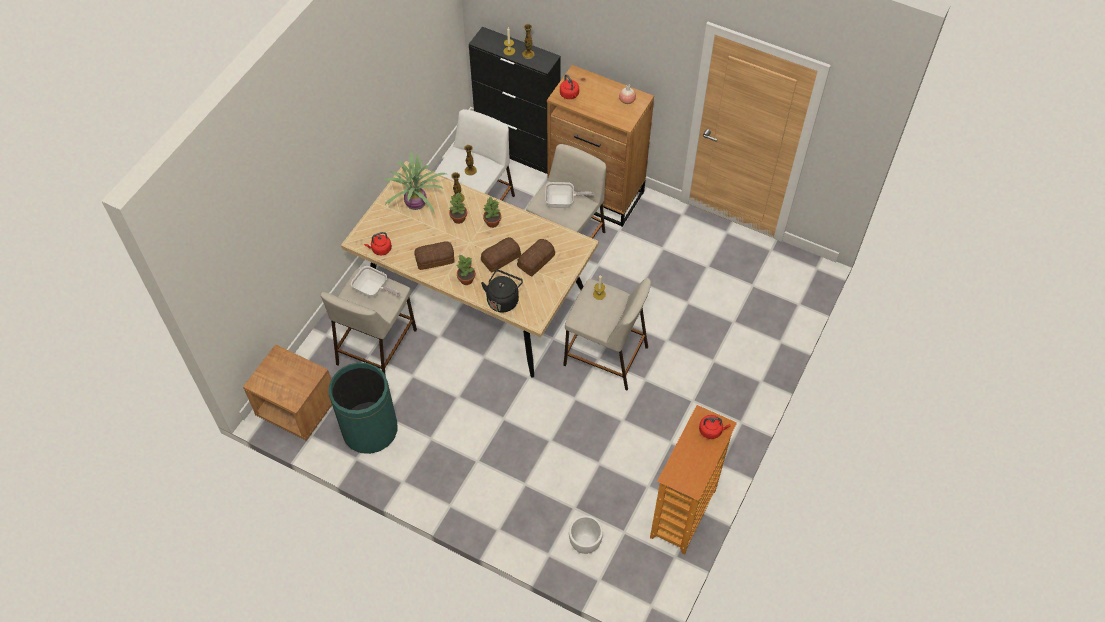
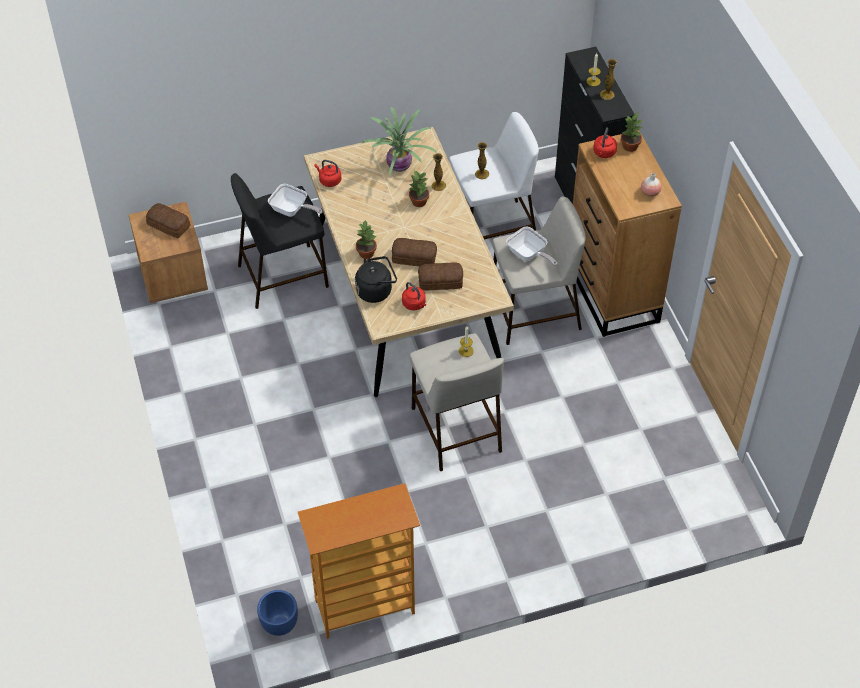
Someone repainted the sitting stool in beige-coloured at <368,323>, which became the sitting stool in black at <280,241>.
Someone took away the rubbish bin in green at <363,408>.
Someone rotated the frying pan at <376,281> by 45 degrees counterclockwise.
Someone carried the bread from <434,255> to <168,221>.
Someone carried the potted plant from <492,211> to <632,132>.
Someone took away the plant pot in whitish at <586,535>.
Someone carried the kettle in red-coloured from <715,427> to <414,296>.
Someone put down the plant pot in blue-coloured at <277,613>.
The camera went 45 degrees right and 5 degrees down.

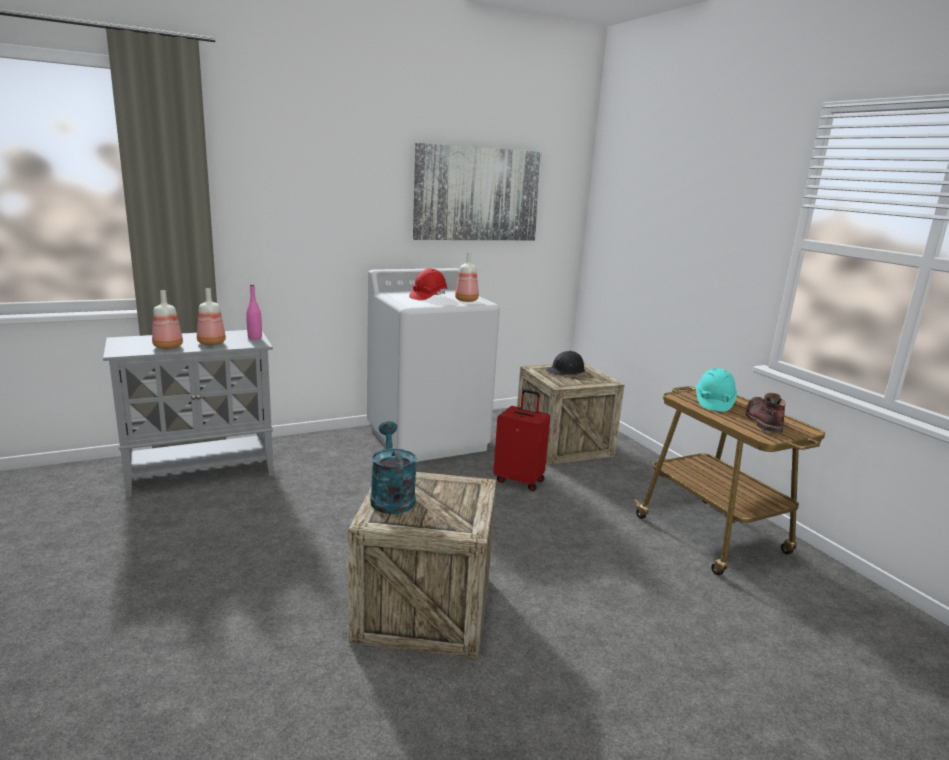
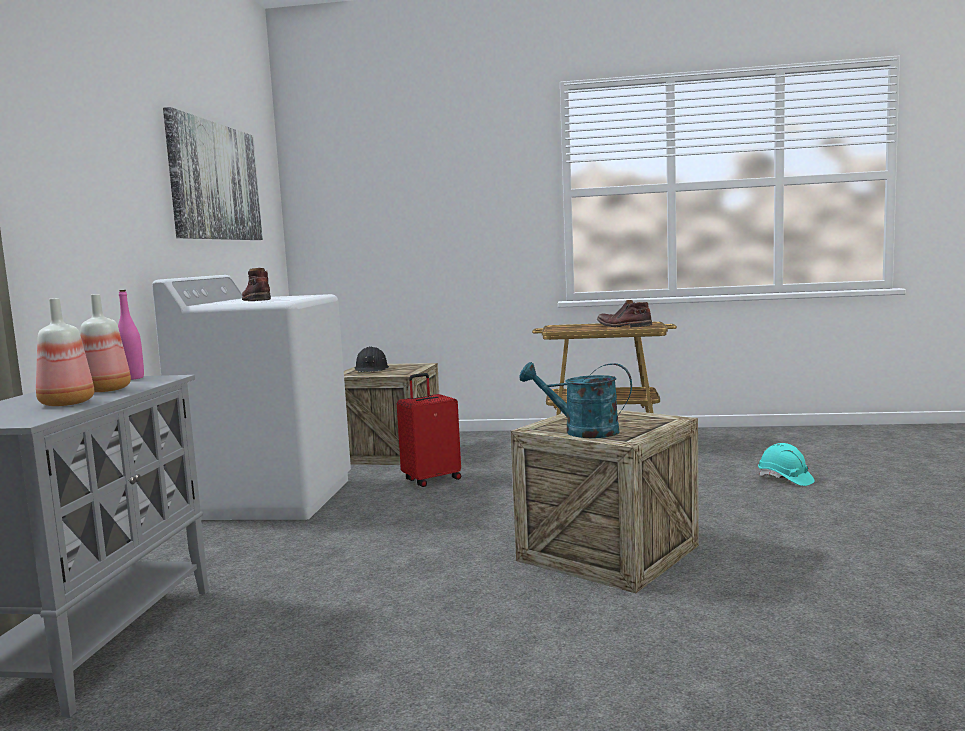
Someone swapped the work helmet in red-coloured at <428,284> for the high-top boot in brown-coloured at <256,284>.
Someone took away the drink bottle at <467,277>.
Someone carried the work helmet in turquoise from <716,390> to <786,464>.
The camera went 55 degrees left and 10 degrees down.

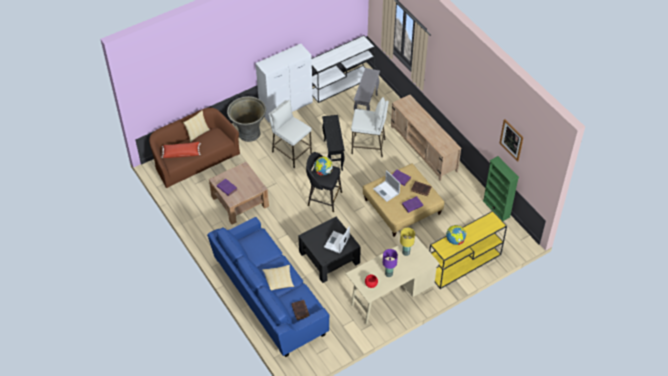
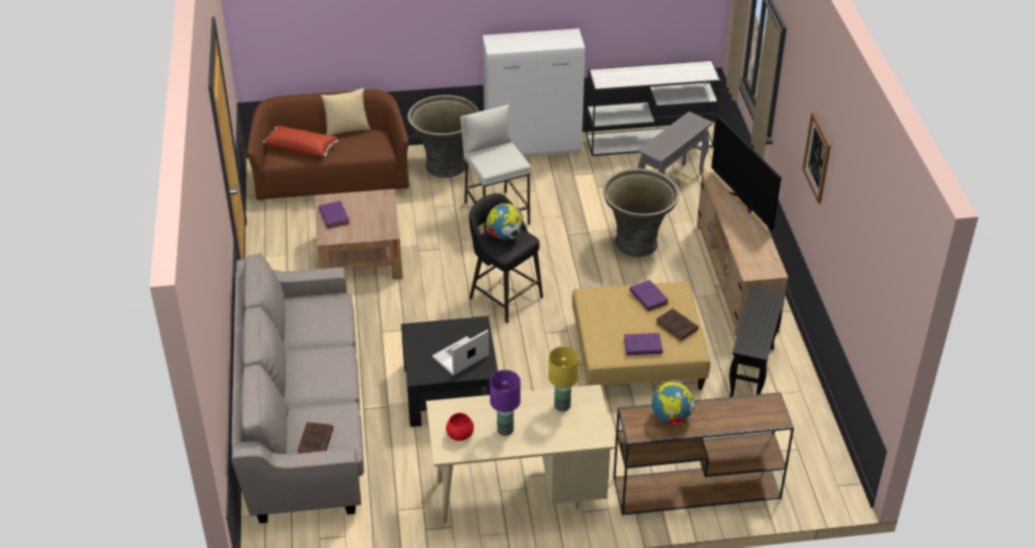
Someone repainted the settee in blue-coloured at <268,287>, which became the settee in greyish at <297,388>.
Someone took away the cushion at <278,277>.
Someone carried the side table in black from <333,143> to <757,342>.
Someone swapped the sitting stool in whitish at <370,127> for the plant pot in greyish at <641,212>.
Someone took away the laptop at <386,186>.
Someone repainted the console table in yellowish at <468,250>, which became the console table in brown-coloured at <703,453>.
Someone took away the shelving unit in green at <501,188>.
Someone carried the wall picture from <511,140> to <816,158>.
Someone put down the TV set at <746,173>.
The camera went 25 degrees right and 10 degrees down.

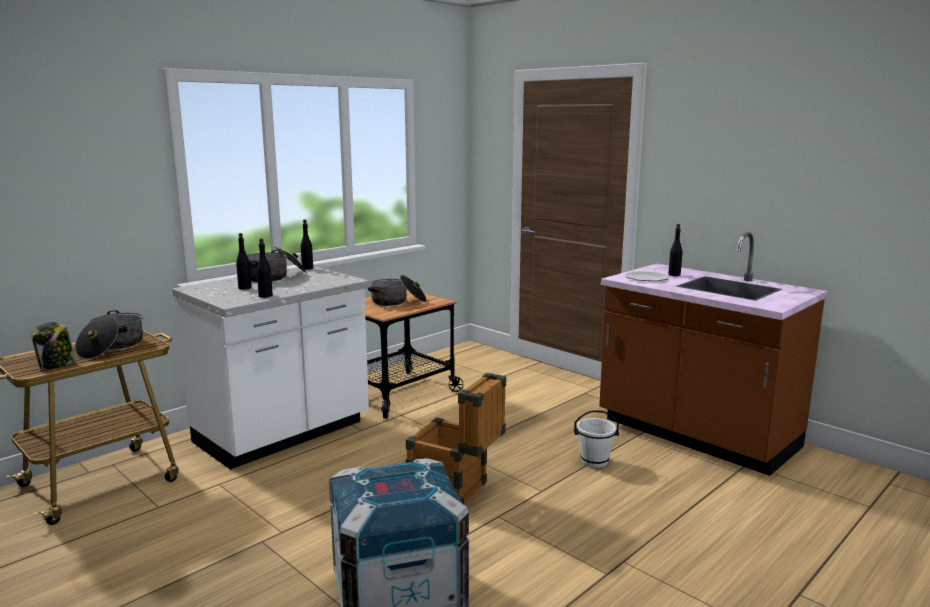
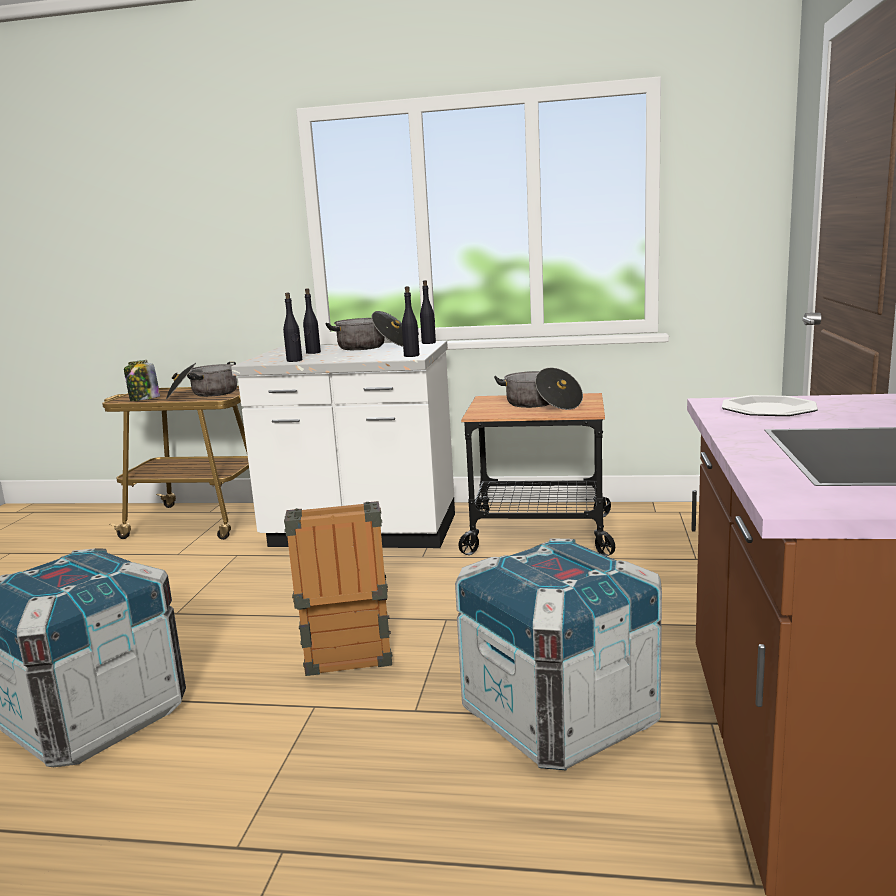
Someone swapped the pail in whitish at <596,439> for the crate at <558,654>.
Someone carried the drink bottle in black from <675,250> to <411,321>.
The camera went 55 degrees right and 0 degrees up.

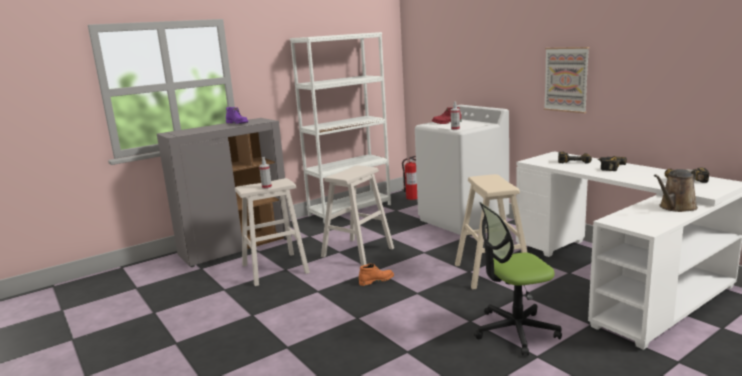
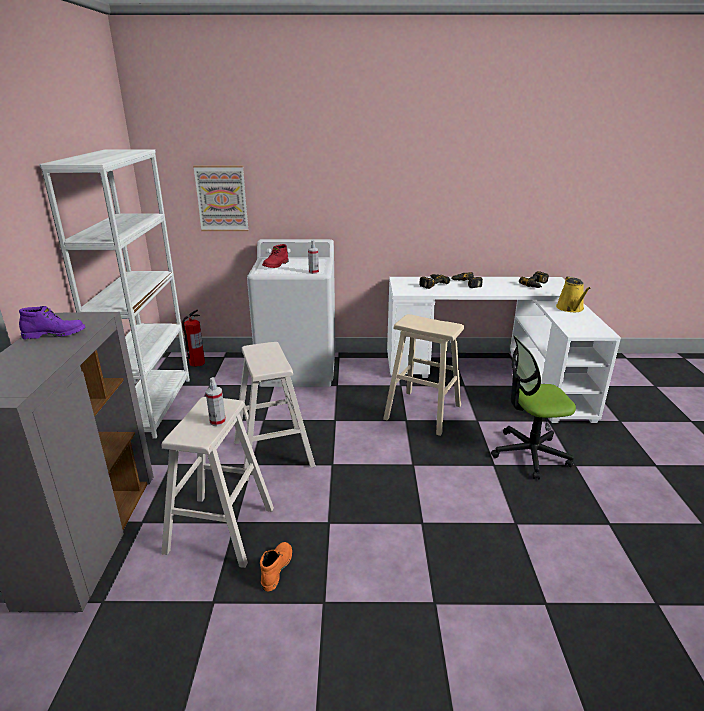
Someone carried the high-top boot in orange from <376,275> to <276,567>.
Someone rotated the desk chair at <518,278> by 60 degrees clockwise.
Someone carried the wall picture from <566,80> to <221,198>.
Someone repainted the watering pot in brown-coloured at <676,190>, which became the watering pot in yellowish at <573,294>.
The camera went 55 degrees left and 10 degrees up.

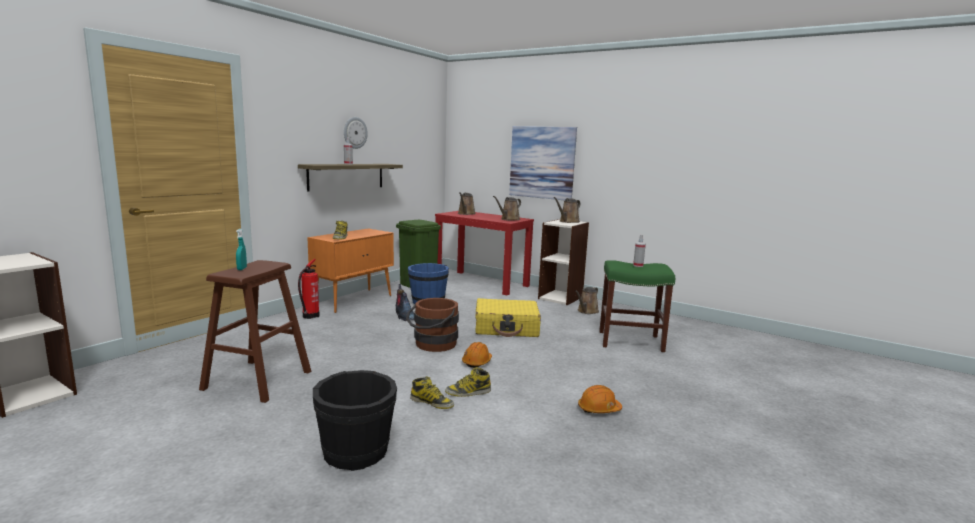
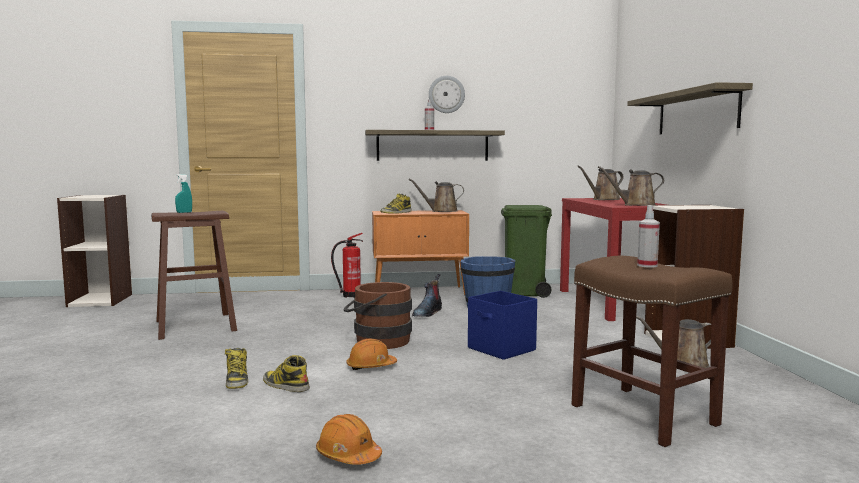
Someone took away the pail in black at <355,420>.
Someone swapped the suitcase in yellowish at <508,317> for the storage bin in blue-coloured at <502,325>.
Someone swapped the wall picture at <543,163> for the bracket shelf at <690,108>.
Someone carried the watering pot in brown-coloured from <566,210> to <436,195>.
Someone repainted the sitting stool in green at <637,306>, which became the sitting stool in brown-coloured at <652,351>.
The camera went 50 degrees right and 5 degrees down.

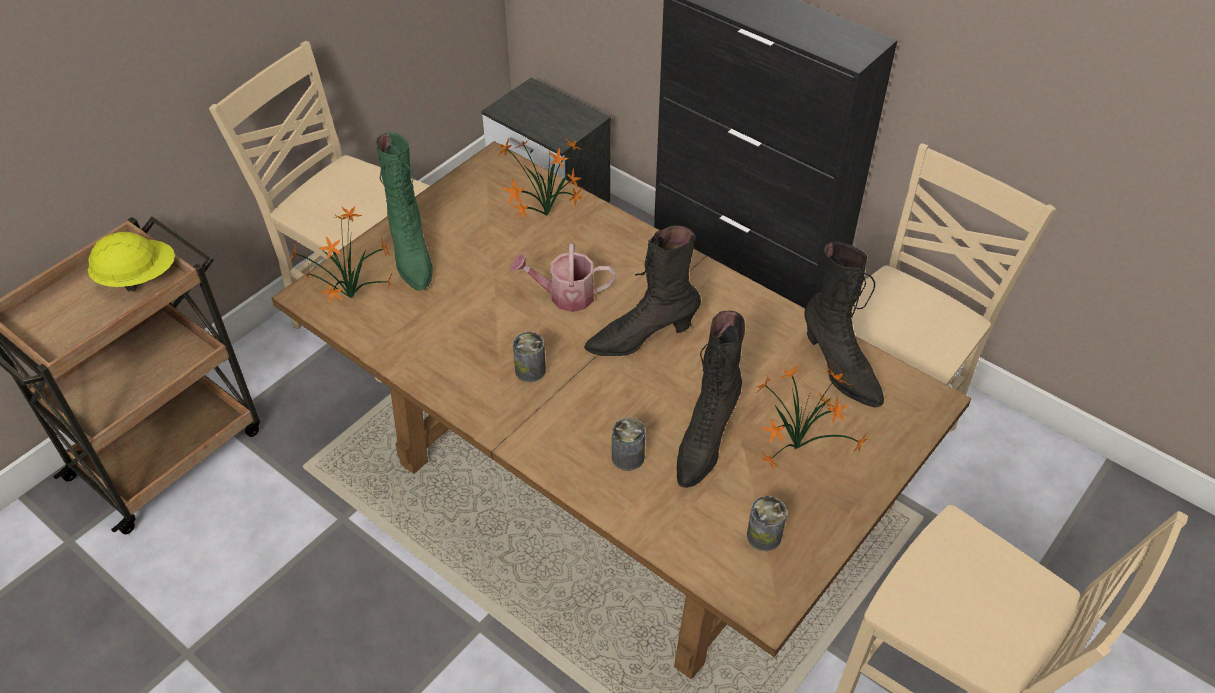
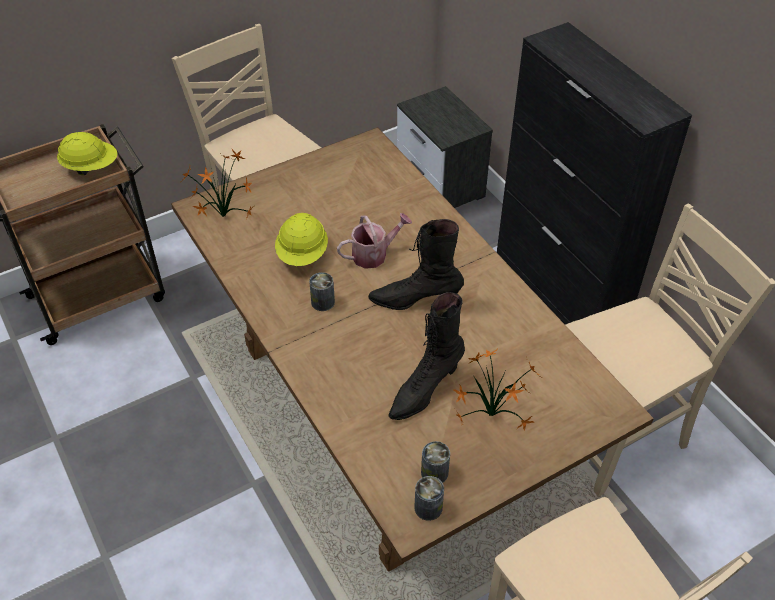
Someone took away the high-top boot in green at <404,211>.
Someone took away the potted plant at <541,178>.
Someone rotated the watering pot at <563,277> by 135 degrees clockwise.
Someone carried the sealed can from <628,444> to <429,498>.
Someone took away the high-top boot in black at <844,324>.
Someone put down the work helmet in yellowish at <301,239>.
The camera went 20 degrees right and 0 degrees up.

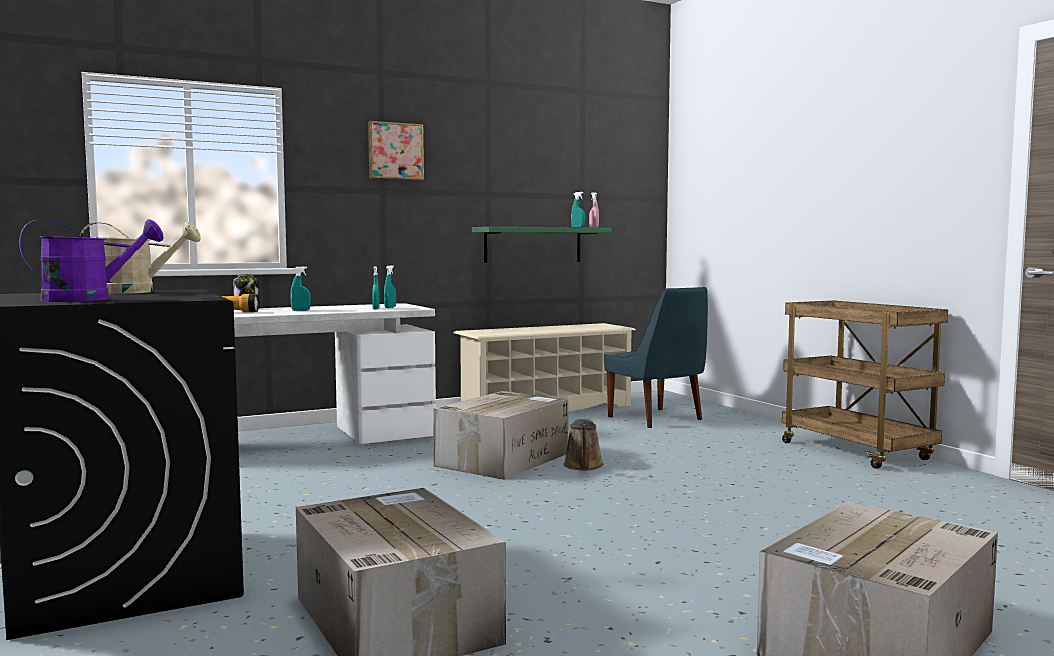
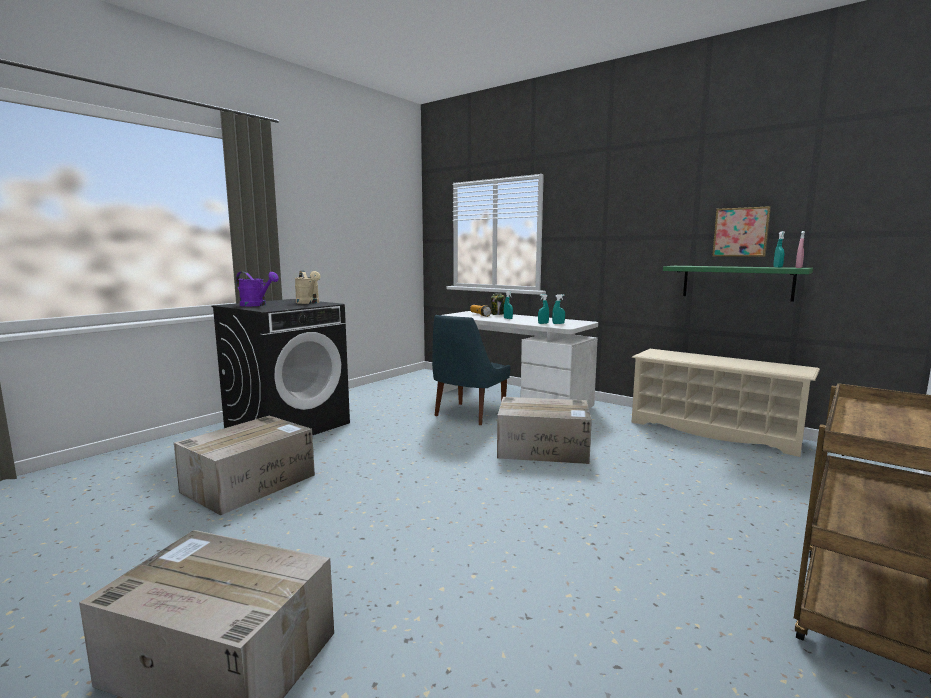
Someone carried the wall picture from <396,150> to <741,231>.
Someone took away the watering pot in brown-coloured at <583,445>.
Someone carried the plain chair in blue-coloured from <656,357> to <471,370>.
The camera went 65 degrees right and 5 degrees up.

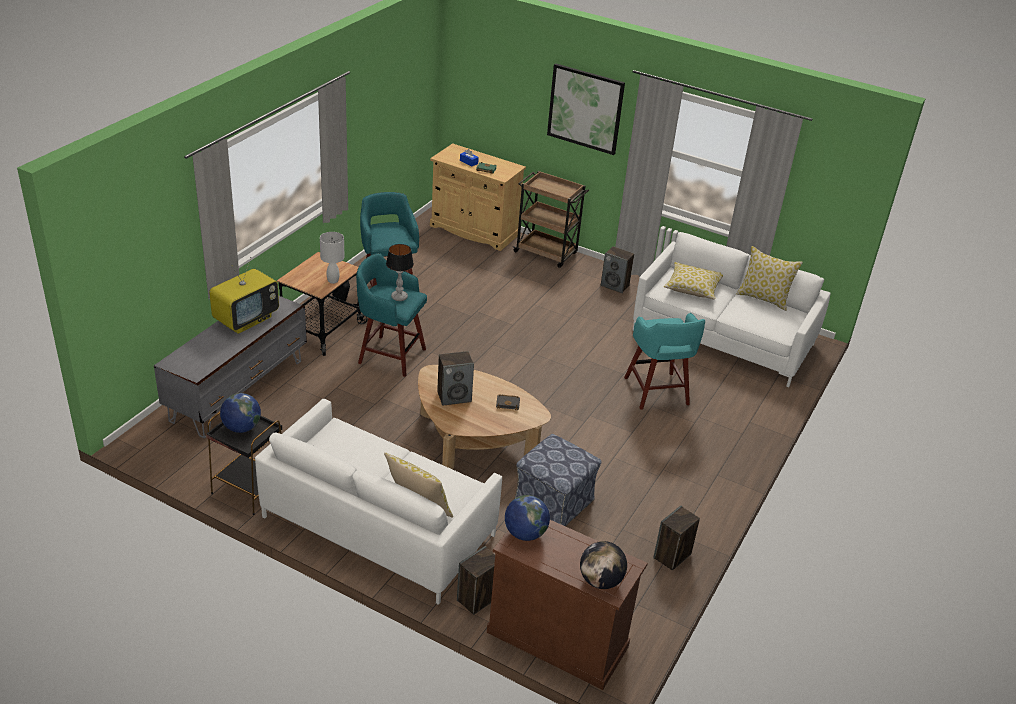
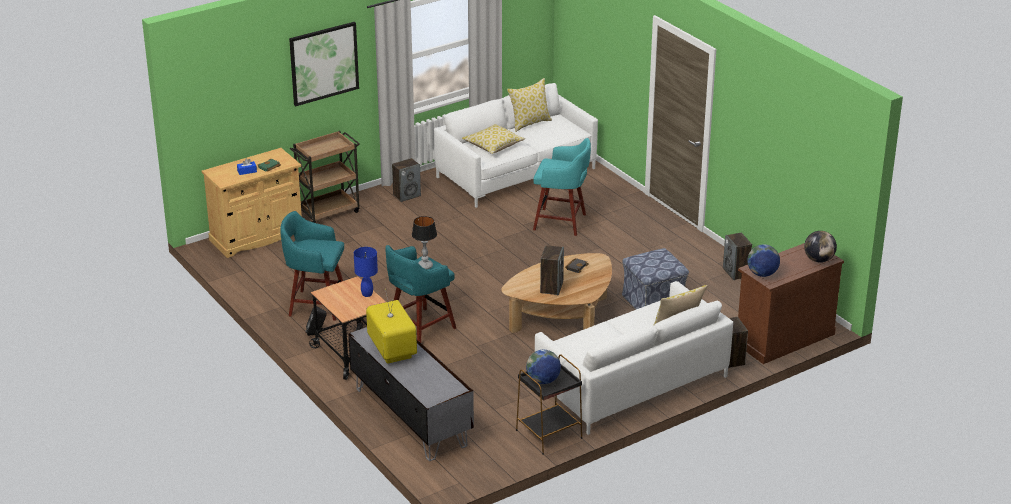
Someone repainted the table lamp in whitish at <332,258>, which became the table lamp in blue-coloured at <366,272>.
The camera went 60 degrees left and 5 degrees down.

